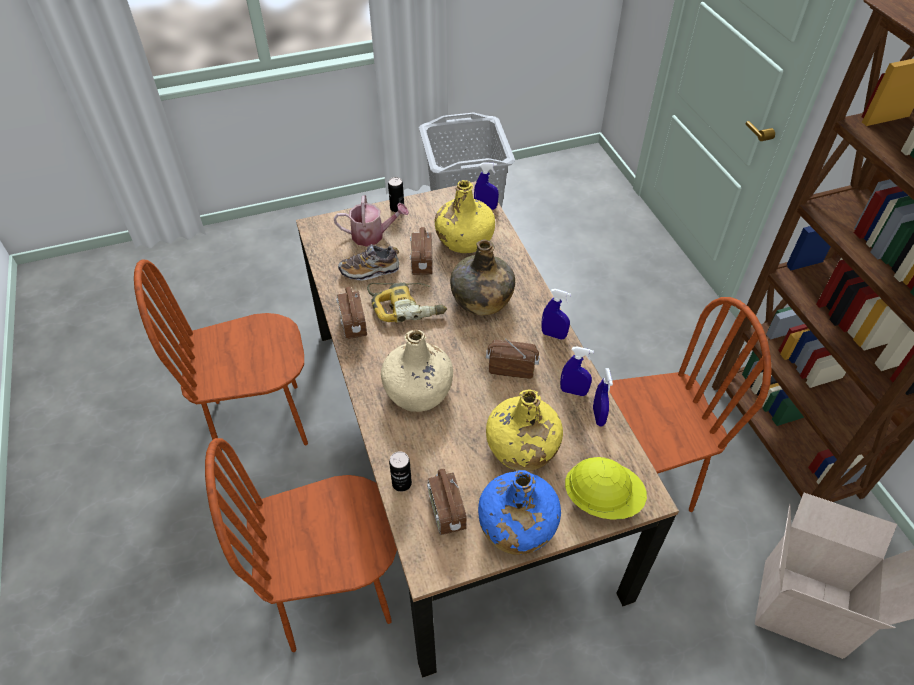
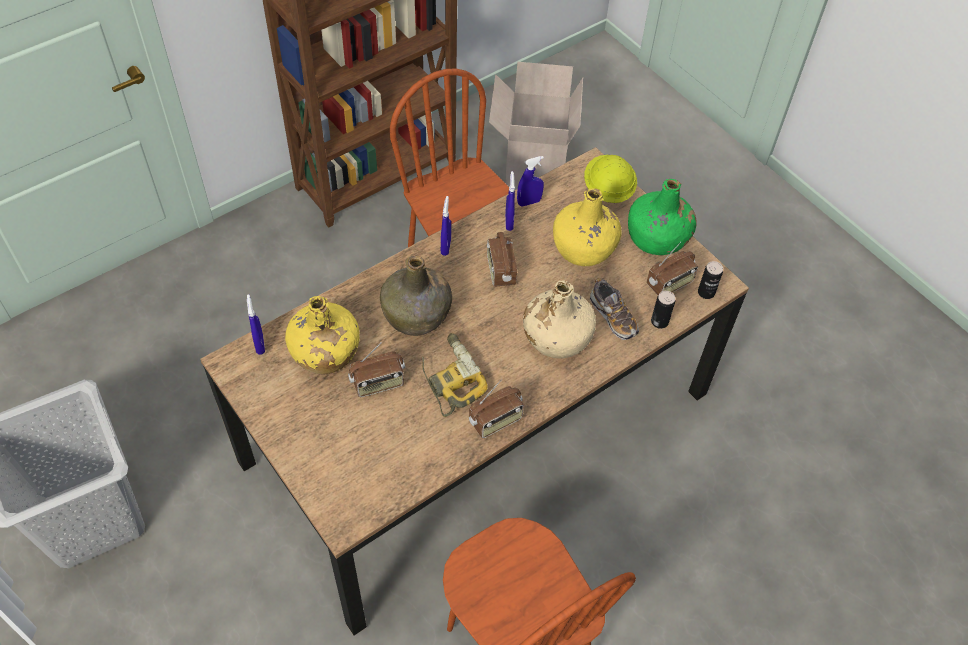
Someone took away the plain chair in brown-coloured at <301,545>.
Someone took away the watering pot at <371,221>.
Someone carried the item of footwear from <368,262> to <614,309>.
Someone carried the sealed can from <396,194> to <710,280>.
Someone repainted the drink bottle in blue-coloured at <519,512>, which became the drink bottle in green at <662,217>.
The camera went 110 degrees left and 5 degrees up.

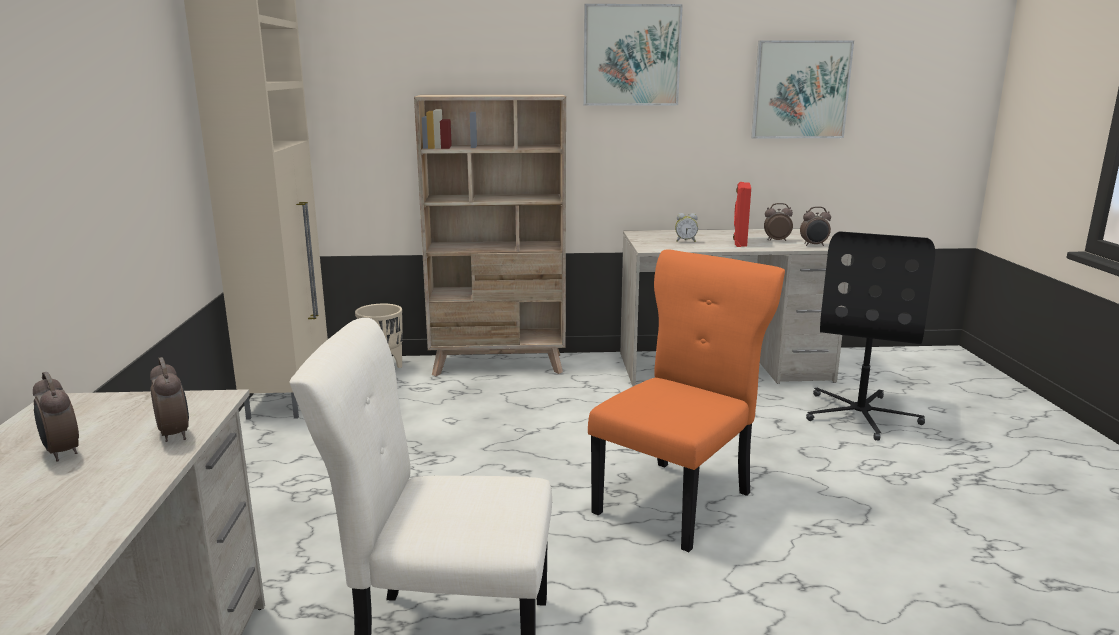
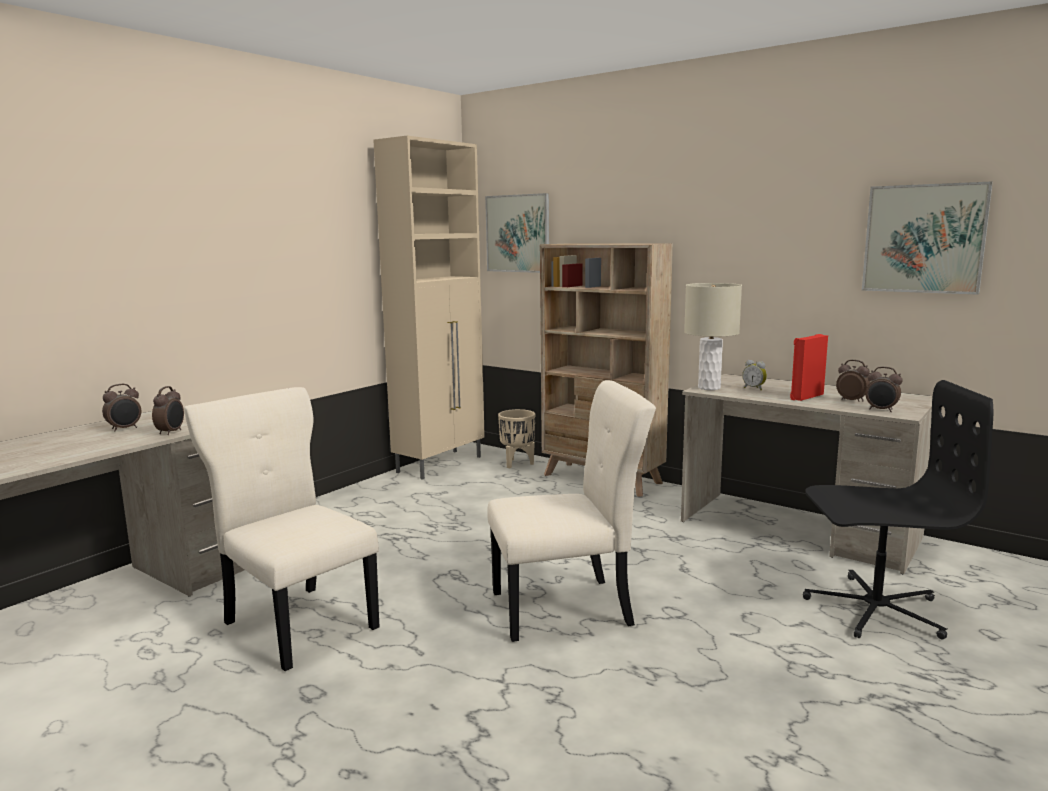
Someone rotated the bedside clock at <56,417> by 135 degrees counterclockwise.
Someone carried the wall picture from <633,55> to <517,233>.
Someone repainted the plain chair in orange at <686,400>, which became the plain chair in beige-coloured at <571,511>.
Someone rotated the desk chair in black at <870,336> by 150 degrees counterclockwise.
Someone put down the table lamp in beige-coloured at <713,336>.
The camera went 40 degrees right and 5 degrees down.

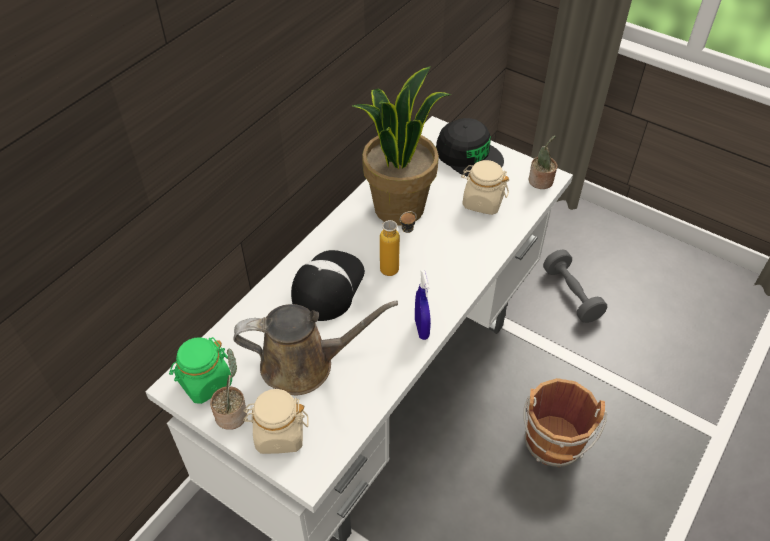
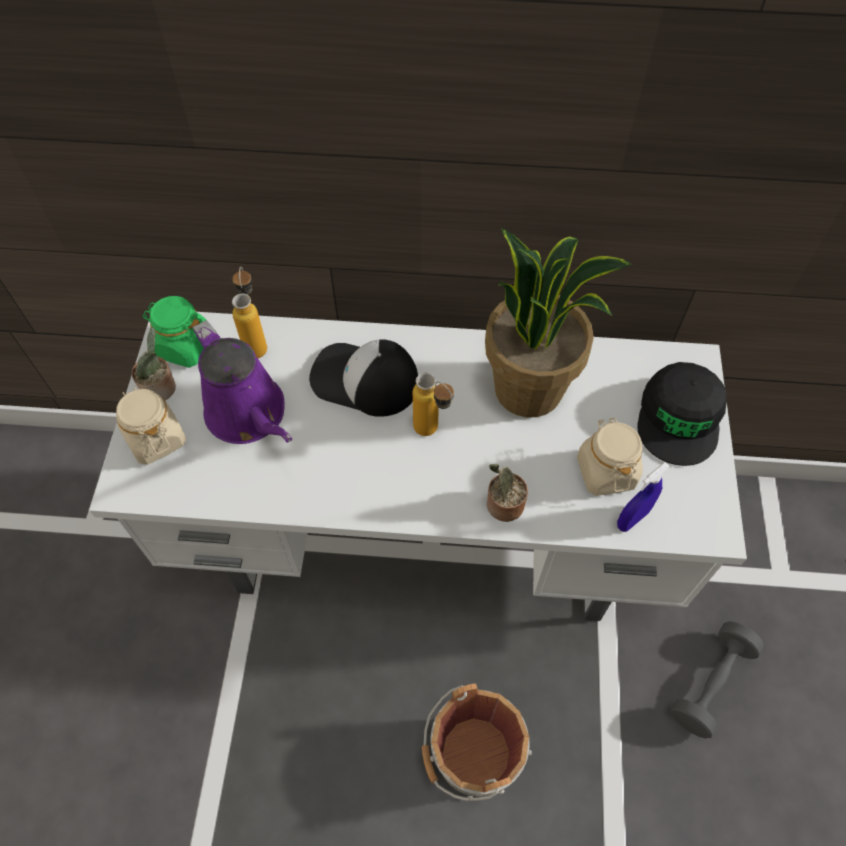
Someone repainted the watering pot in brown-coloured at <316,348>, which became the watering pot in purple-coloured at <242,382>.
Someone rotated the baseball cap at <328,285> by 150 degrees counterclockwise.
Someone carried the spray bottle in blue-coloured from <423,305> to <643,497>.
Someone carried the potted plant from <542,162> to <507,493>.
Someone put down the drink bottle at <249,312>.
The camera went 60 degrees right and 10 degrees up.

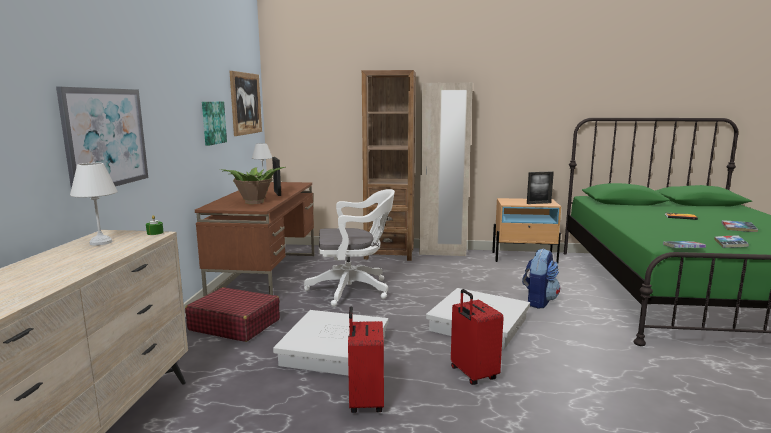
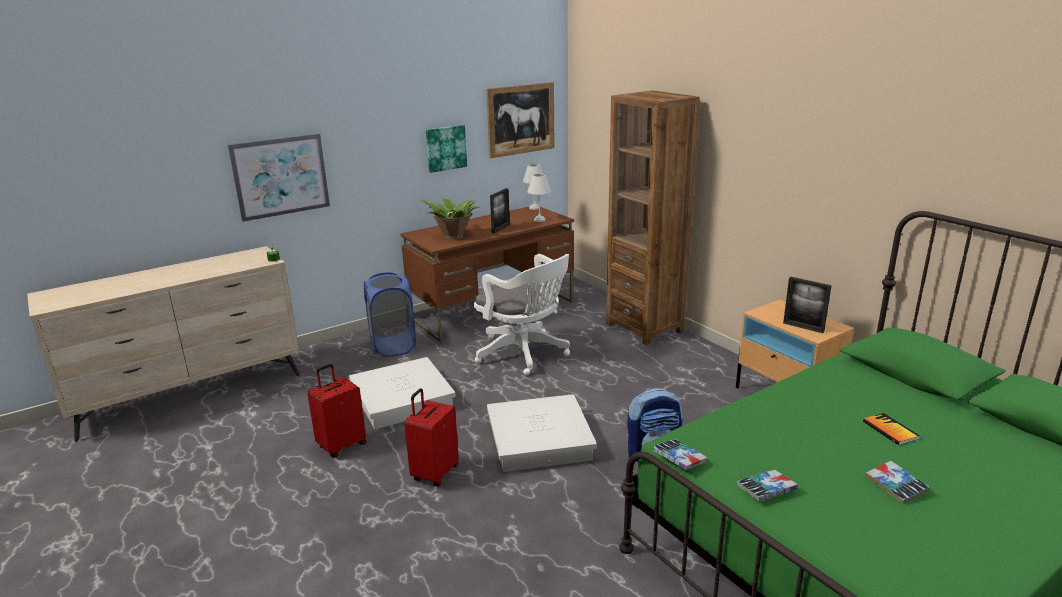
Someone carried the table lamp in whitish from <94,204> to <539,198>.
Someone swapped the suitcase in red-coloured at <232,314> for the hamper in blue-coloured at <390,314>.
Someone took away the clothes cupboard in beige-coloured at <446,169>.
The camera went 50 degrees right and 10 degrees up.

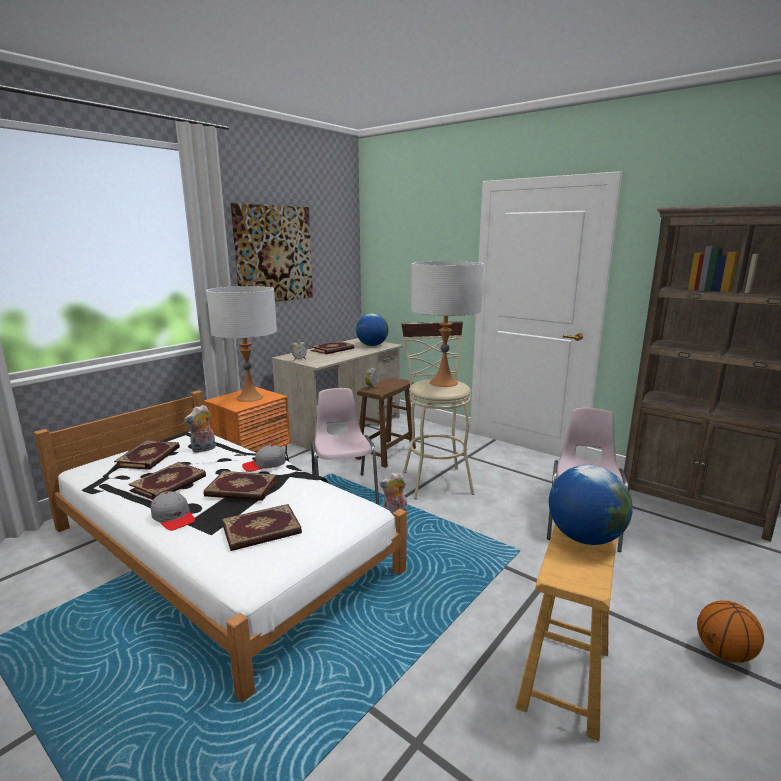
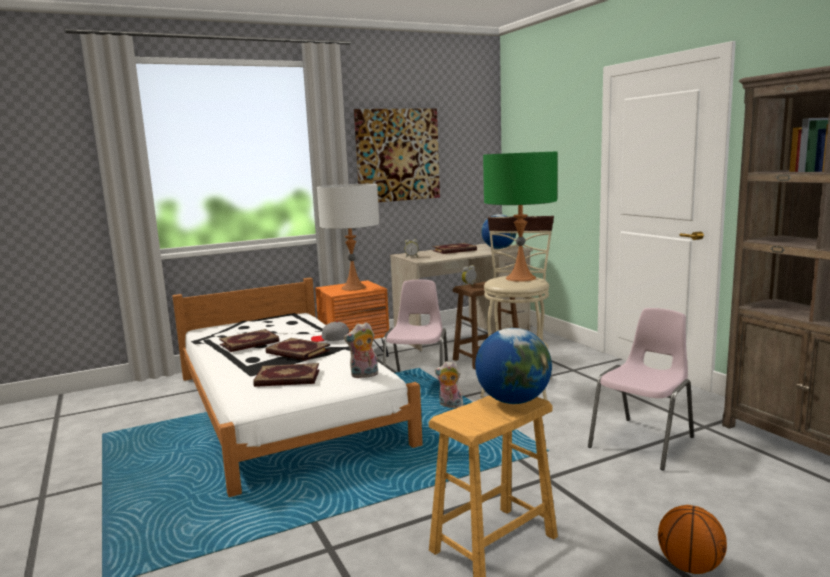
Someone took away the volume at <147,455>.
Someone took away the baseball cap in greyish at <173,511>.
Someone carried the soft toy from <200,429> to <361,350>.
Someone repainted the table lamp in whitish at <447,324>, which became the table lamp in green at <520,216>.
The camera went 25 degrees right and 5 degrees down.

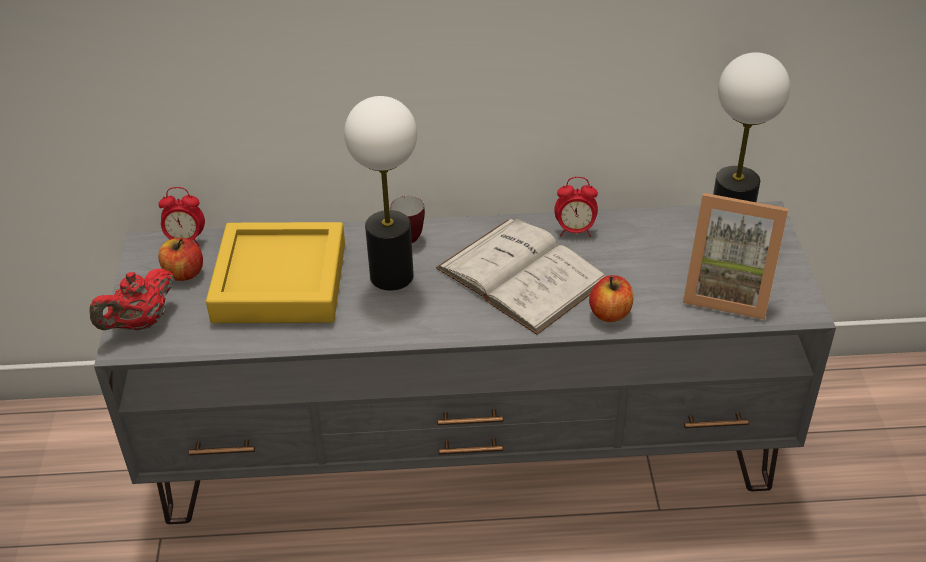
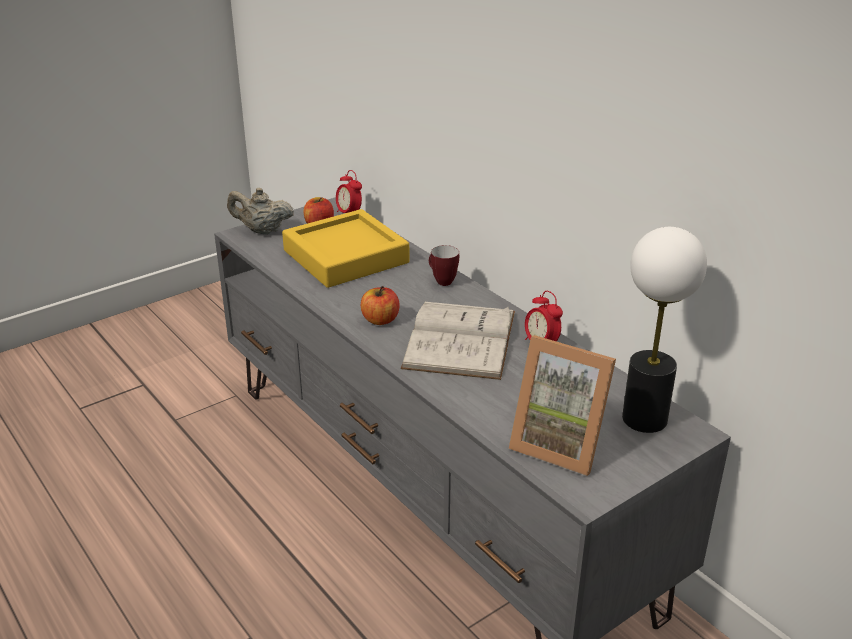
Someone repainted the tea pot in red-coloured at <132,299>, which became the tea pot in beige-coloured at <260,211>.
Someone took away the table lamp at <380,193>.
Someone carried the apple fruit from <611,298> to <380,305>.
Someone rotated the photo frame at <736,256> by 45 degrees counterclockwise.
The camera went 55 degrees right and 10 degrees down.

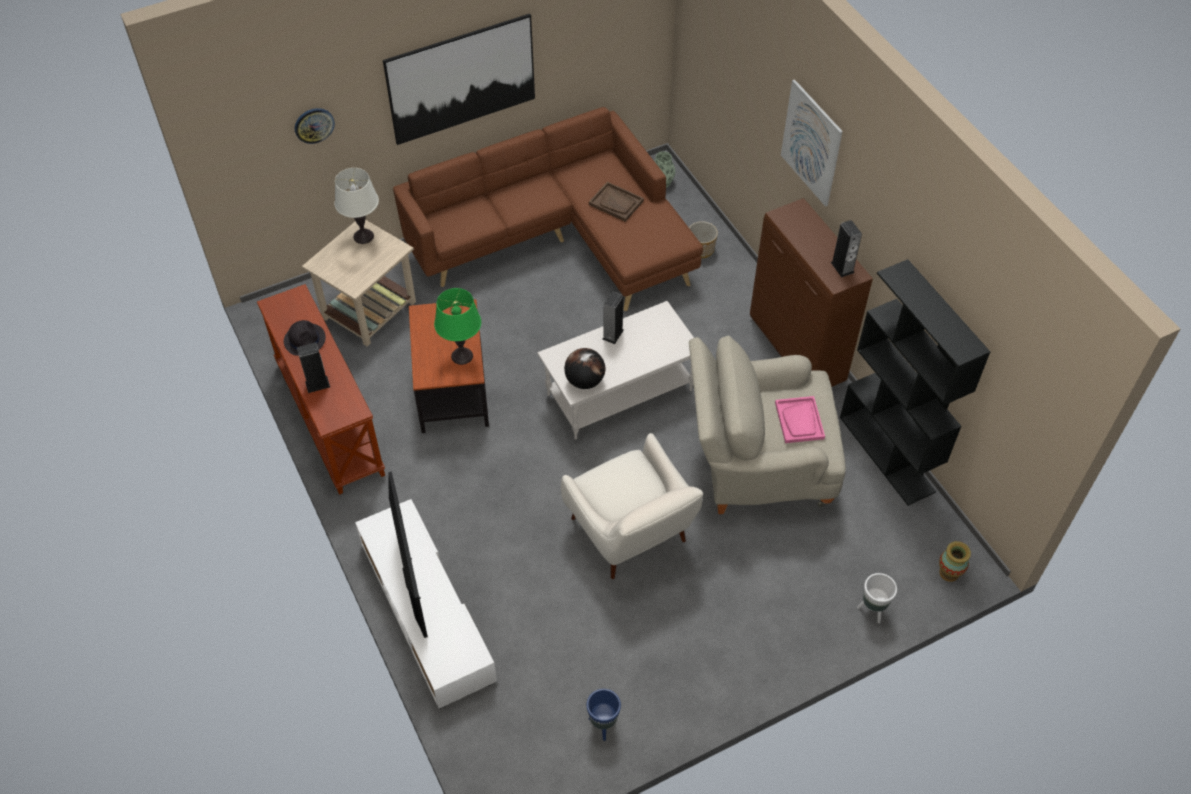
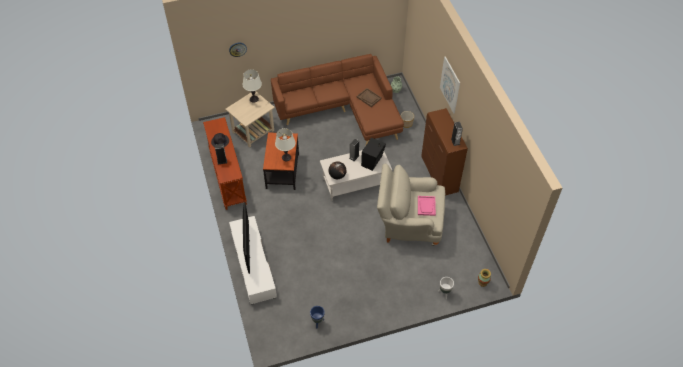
Someone took away the wall picture at <459,79>.
Someone repainted the table lamp in green at <457,326>, which became the table lamp in whitish at <285,144>.
Someone took away the lounge chair in whitish at <632,506>.
Someone took away the shelving unit in black at <915,382>.
Someone put down the loudspeaker in black at <373,154>.
The camera went 10 degrees right and 0 degrees up.

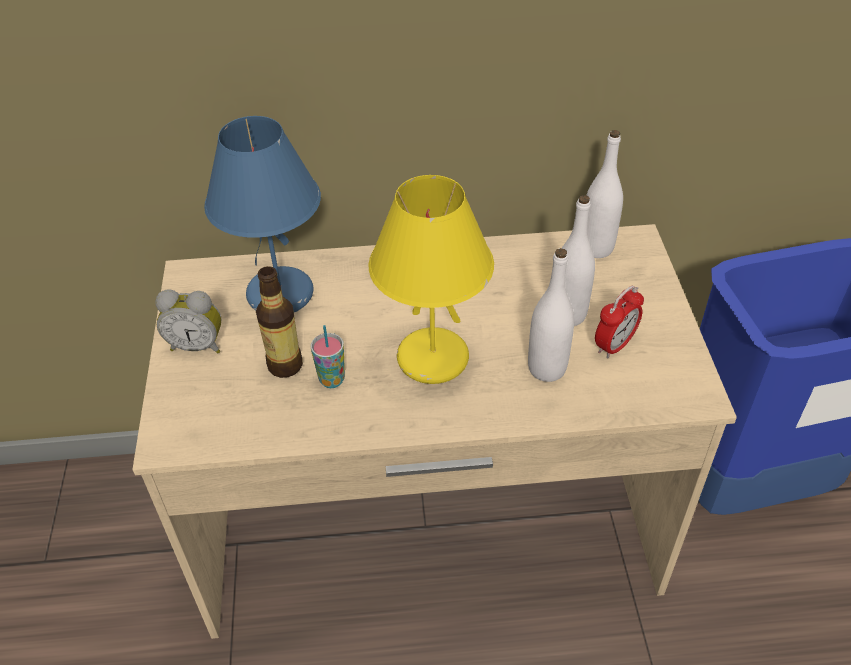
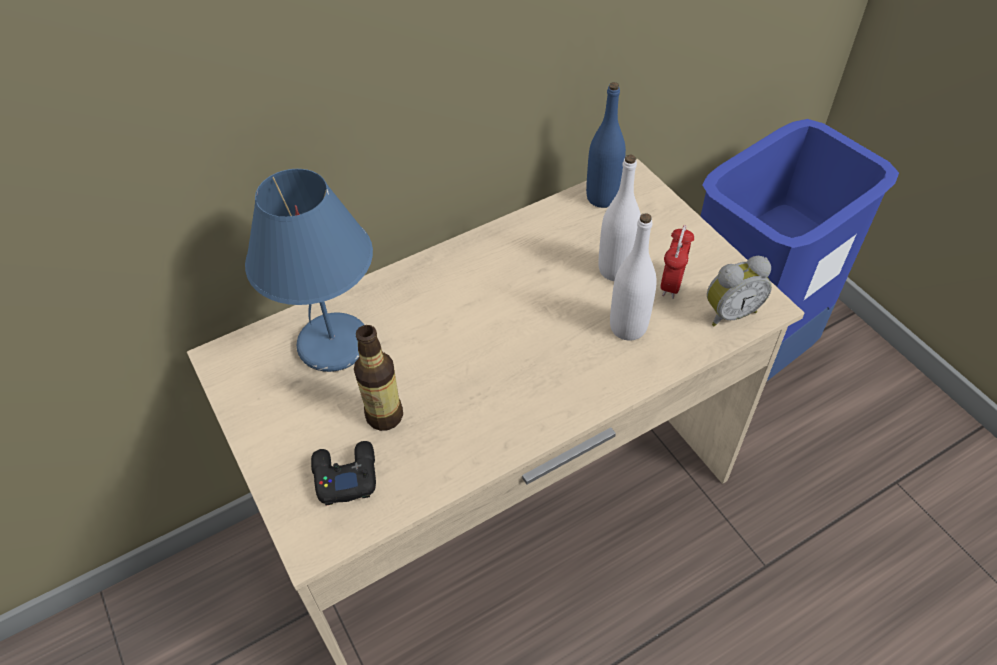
Someone carried the bedside clock from <188,321> to <739,291>.
Someone took away the small cup at <328,356>.
Someone took away the table lamp in yellowish at <431,279>.
Someone repainted the drink bottle in whitish at <605,194>, which became the drink bottle in blue-coloured at <606,145>.
Someone put down the game controller in black at <343,473>.
The camera went 25 degrees left and 5 degrees up.

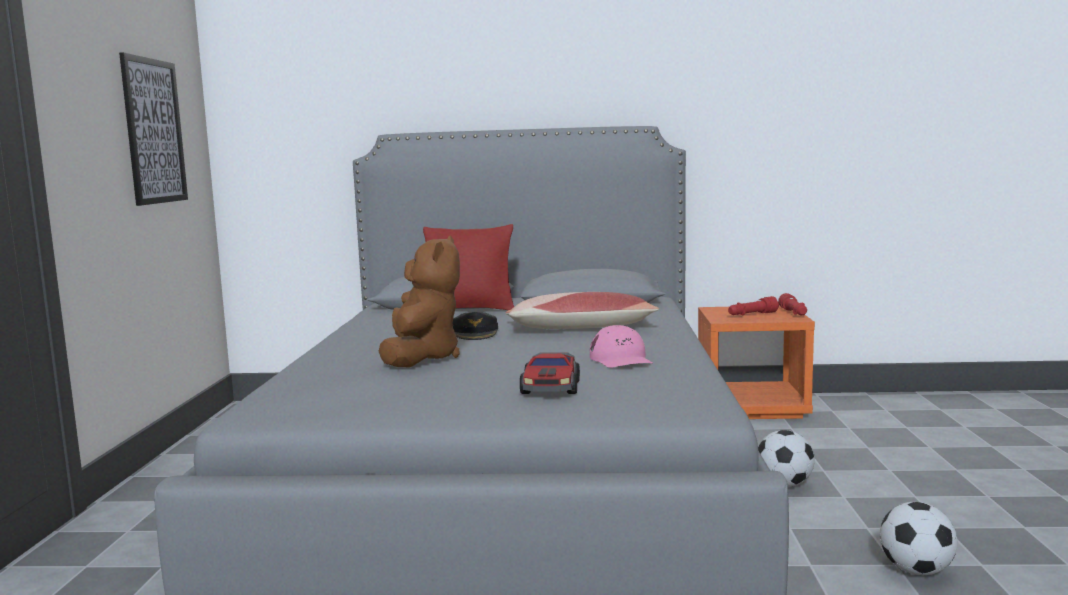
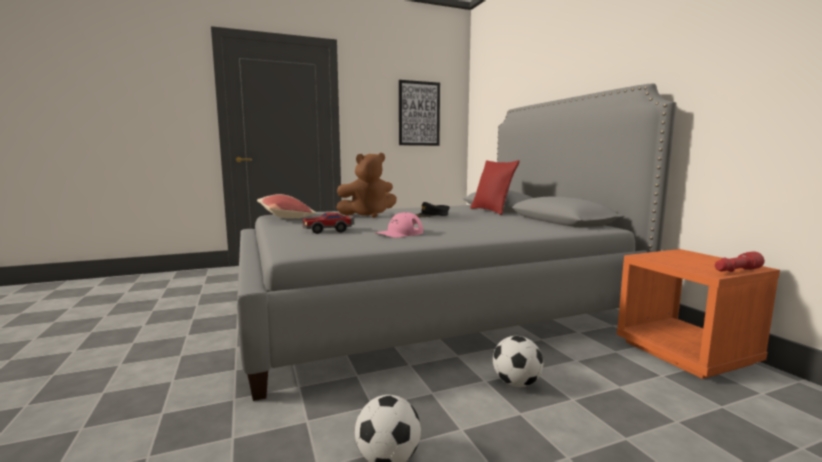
Someone carried the cushion from <582,310> to <286,206>.
Someone took away the flashlight in red-coloured at <753,305>.
The camera went 65 degrees right and 0 degrees up.

